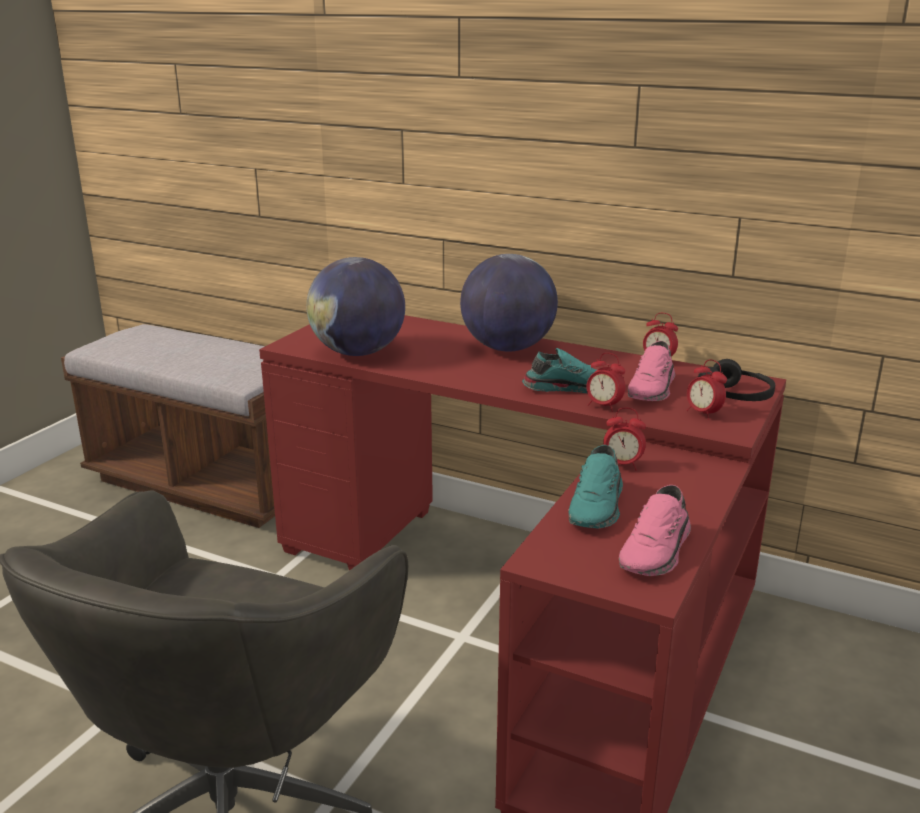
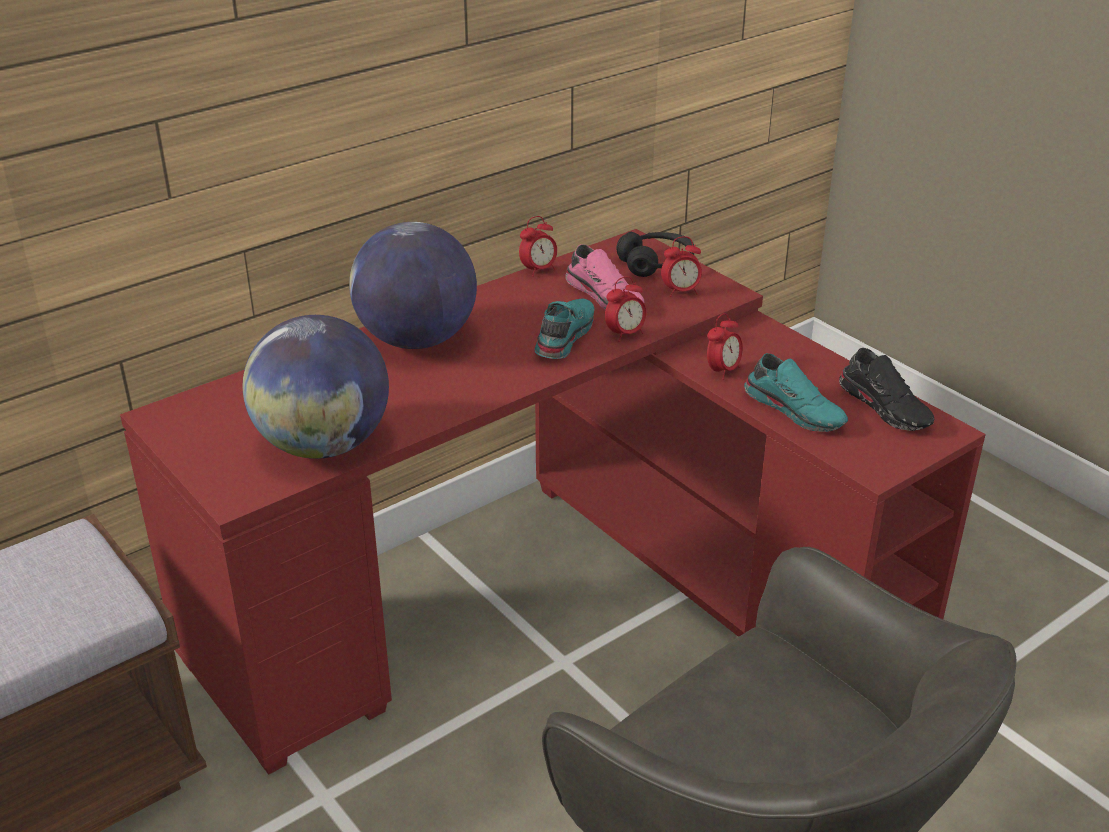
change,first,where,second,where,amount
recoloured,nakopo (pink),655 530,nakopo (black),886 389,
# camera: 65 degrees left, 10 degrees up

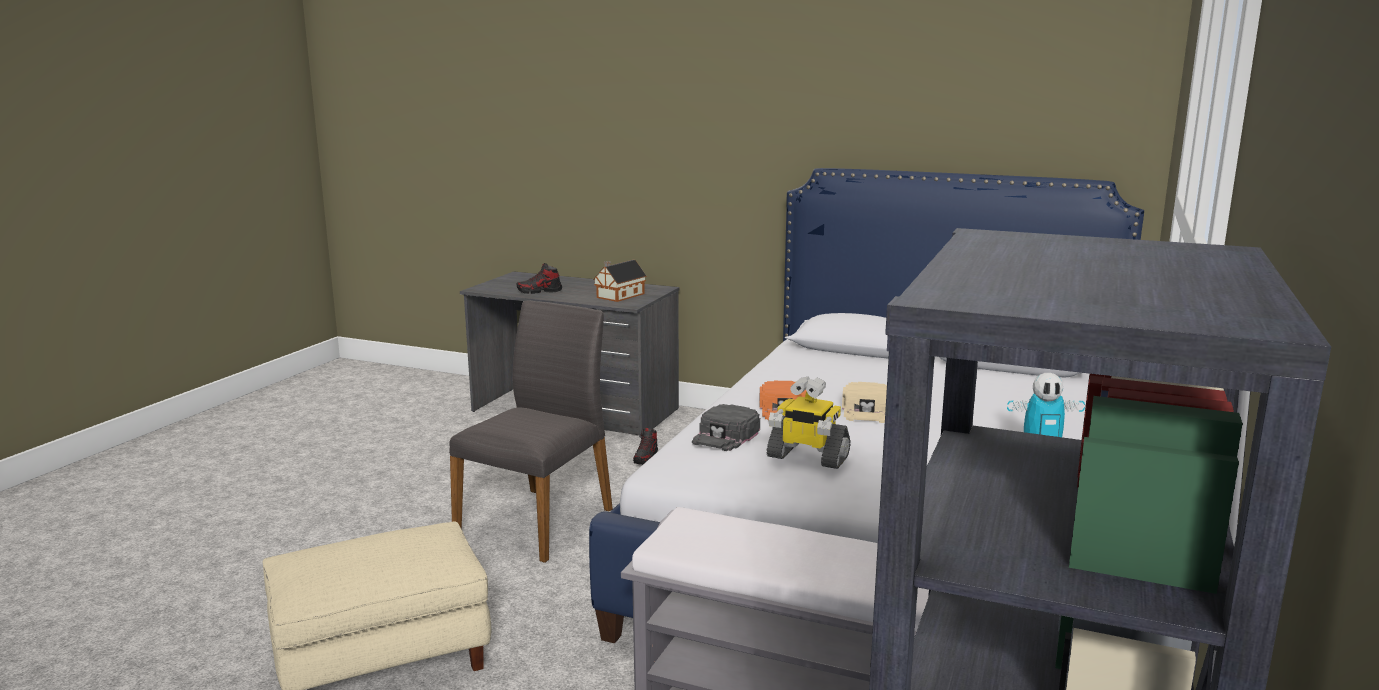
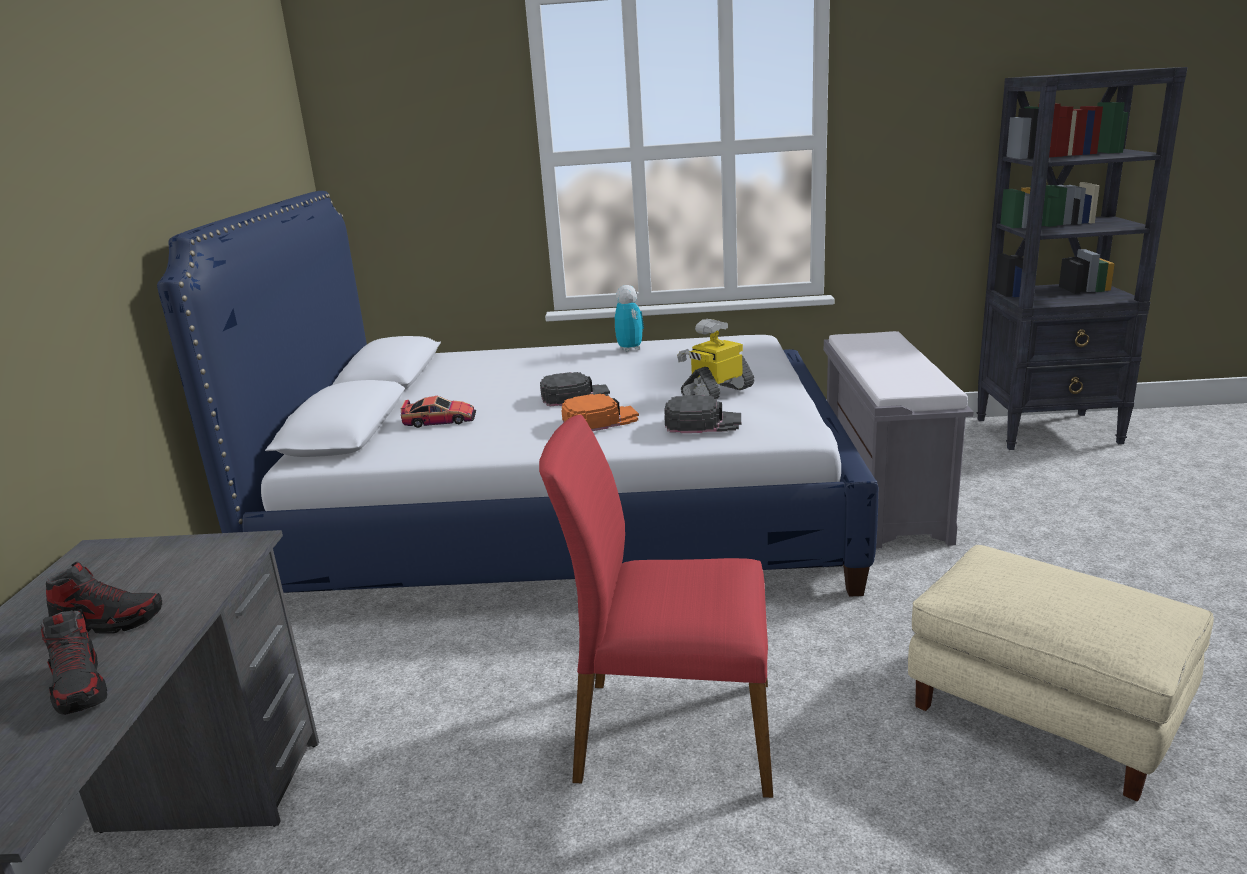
change,first,where,second,where,amount
removed,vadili,620 281,,,
recoloured,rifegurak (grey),531 431,rifegurak (red),656 606,
turned,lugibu,808 423,,716 359,135 degrees counterclockwise
recoloured,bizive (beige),864 402,bizive (black),575 389,
moved,nakopo,645 446,,104 598,
added,,,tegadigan,438 412,
# camera: 110 degrees left, 5 degrees up

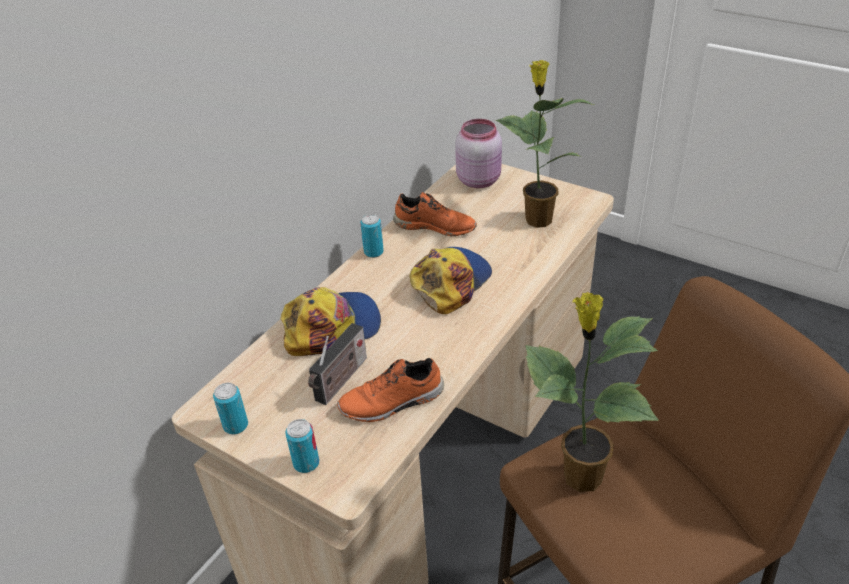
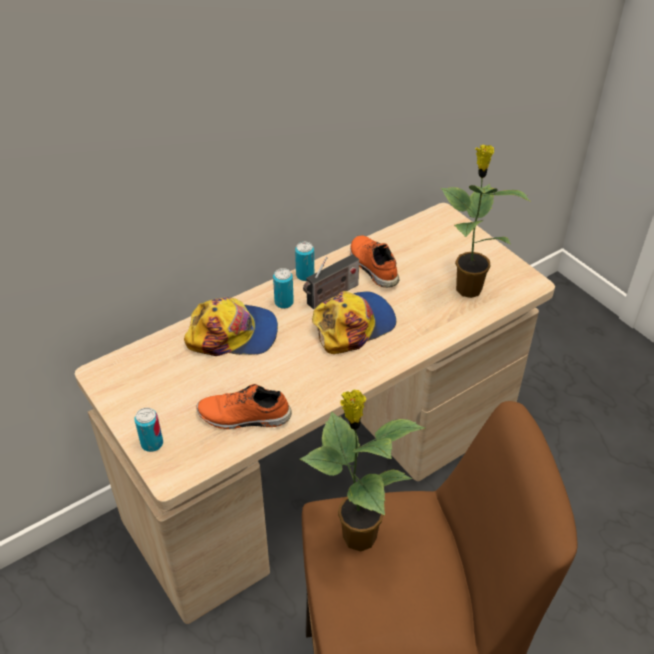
change,first,where,second,where,amount
removed,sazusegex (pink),478 153,,,
turned,nakopo (orange),435 214,,375 261,150 degrees counterclockwise
moved,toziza,337 364,,331 281,
moved,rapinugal,230 409,,283 288,
# camera: 20 degrees right, 5 degrees up

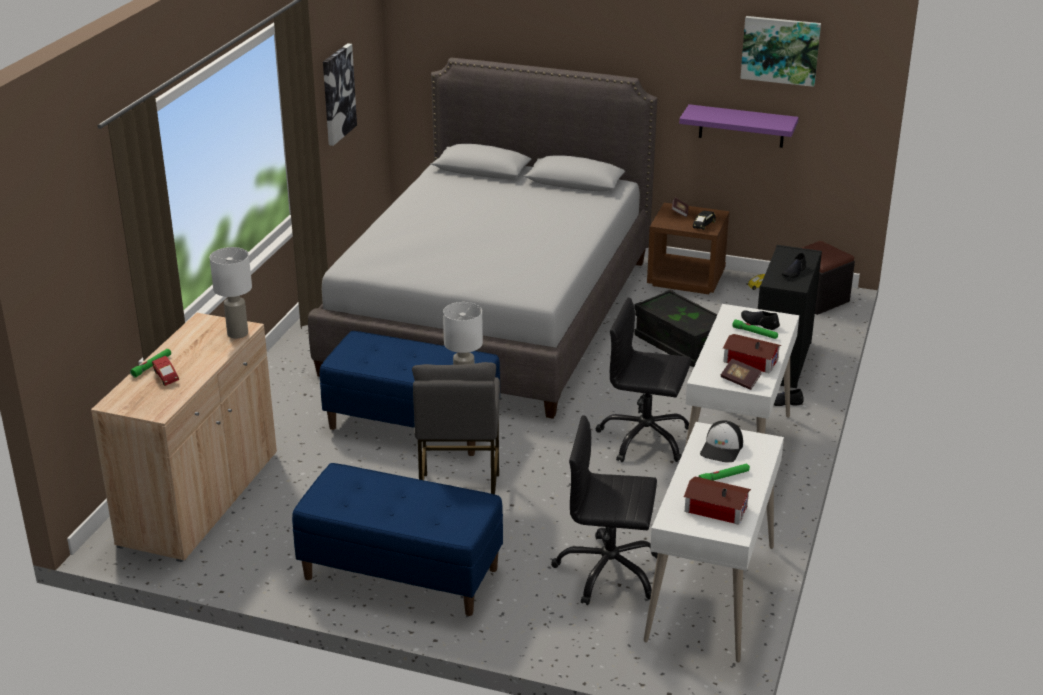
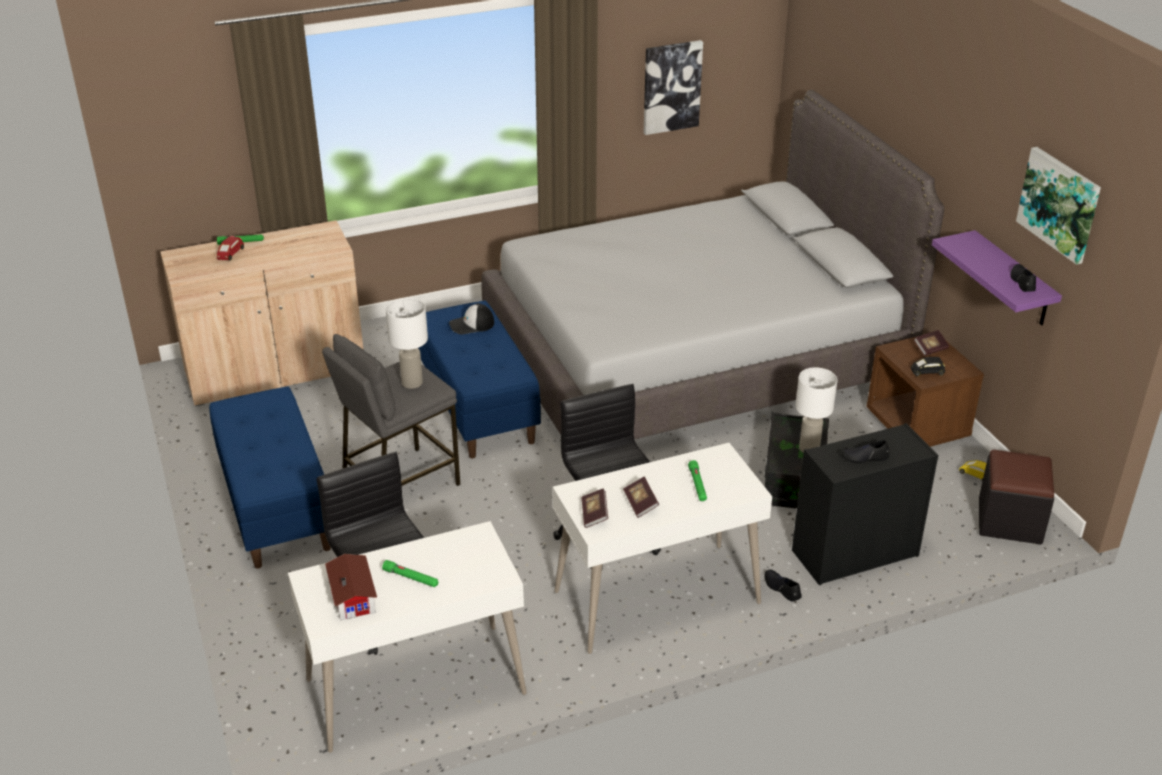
change,first,where,second,where,amount
moved,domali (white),230 292,,816 410,
moved,nakopo (black),760 320,,1023 278,
replaced,vadili,752 353,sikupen,641 497,
moved,bizive,721 441,,471 318,
# camera: 50 degrees right, 5 degrees up

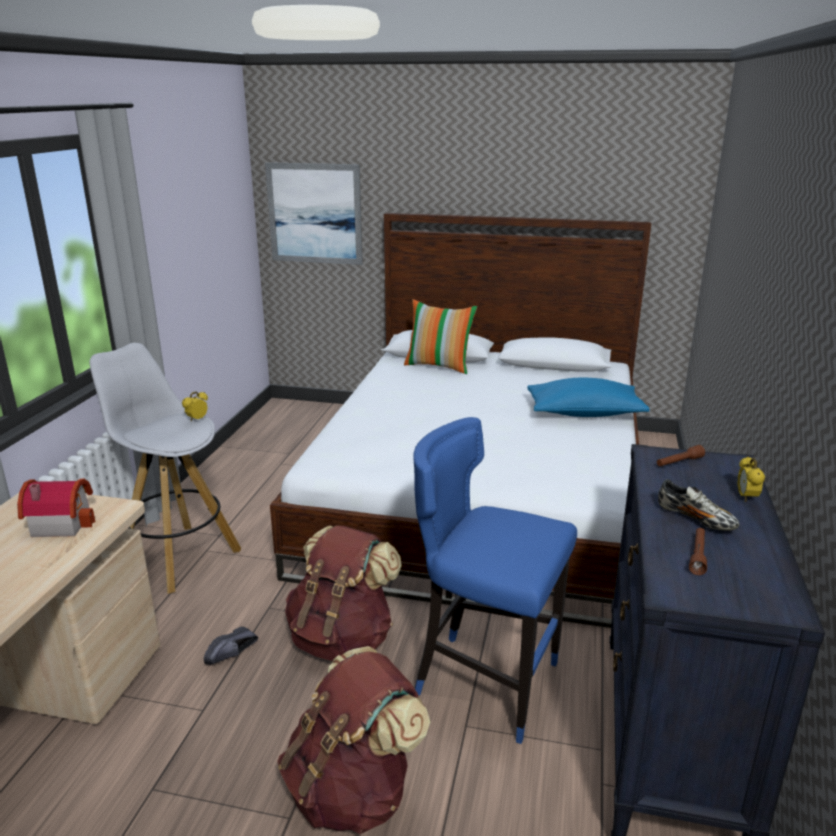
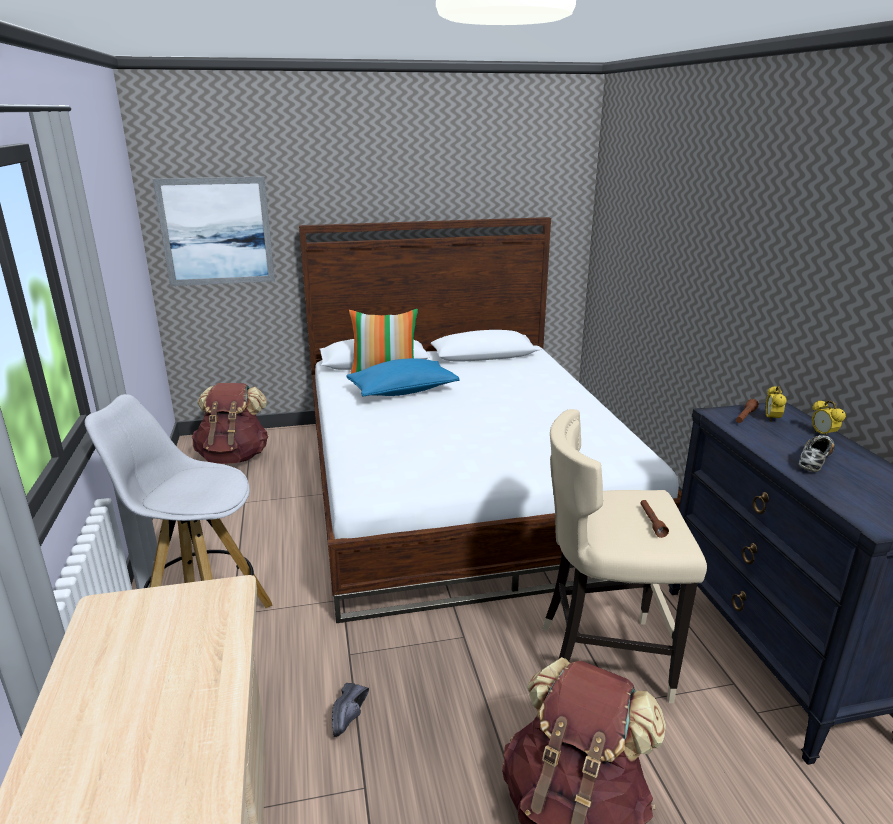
change,first,where,second,where,amount
moved,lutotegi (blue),588 397,,402 377,
moved,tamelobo,195 406,,776 404,
recoloured,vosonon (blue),495 580,vosonon (beige),624 556,
removed,vadili,56 508,,,
turned,nakopo,698 505,,817 453,75 degrees counterclockwise
moved,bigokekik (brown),343 593,,230 423,
moved,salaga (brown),698 551,,654 519,
# camera: 25 degrees left, 0 degrees up

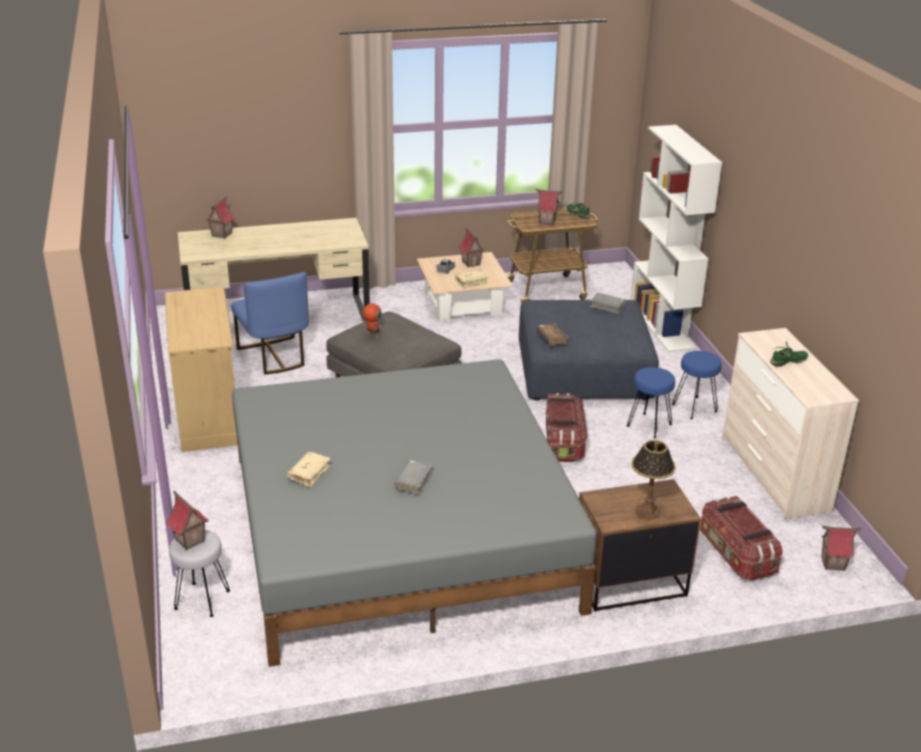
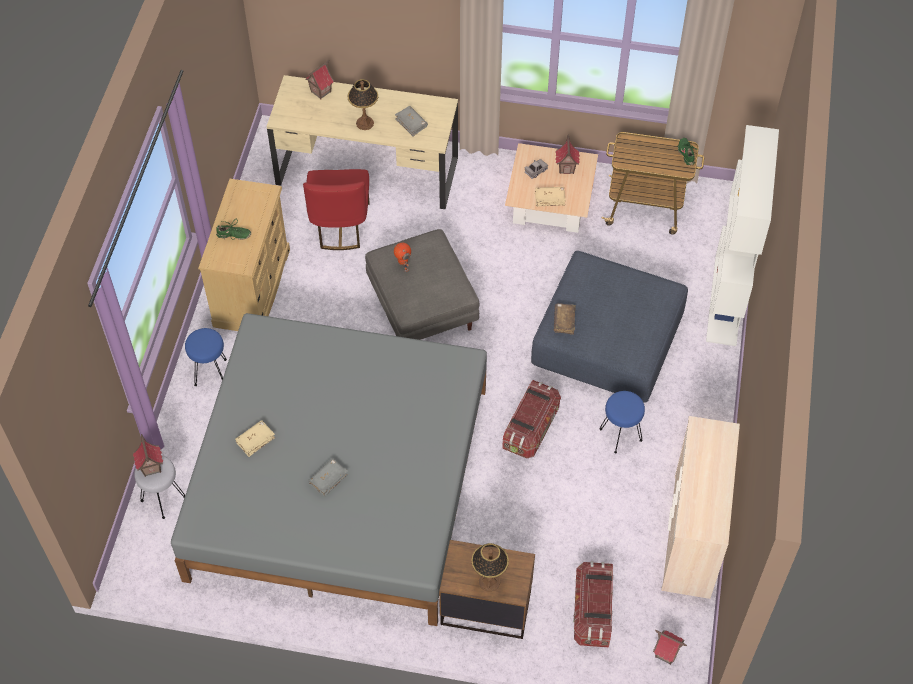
change,first,where,second,where,amount
removed,vadili,549 207,,,
recoloured,rifegurak (blue),270 323,rifegurak (red),336 209,
moved,sikupen (grey),607 303,,411 121,
moved,nakopo (green),789 354,,233 229,
moved,vosonon (blue),697 385,,206 357,
added,,,domali,362 104,
# camera: 25 degrees right, 25 degrees up

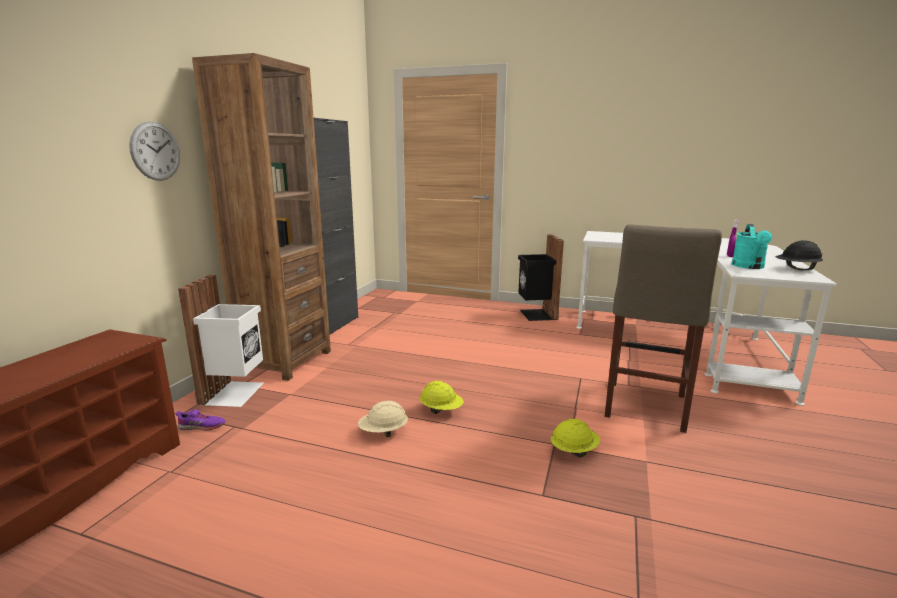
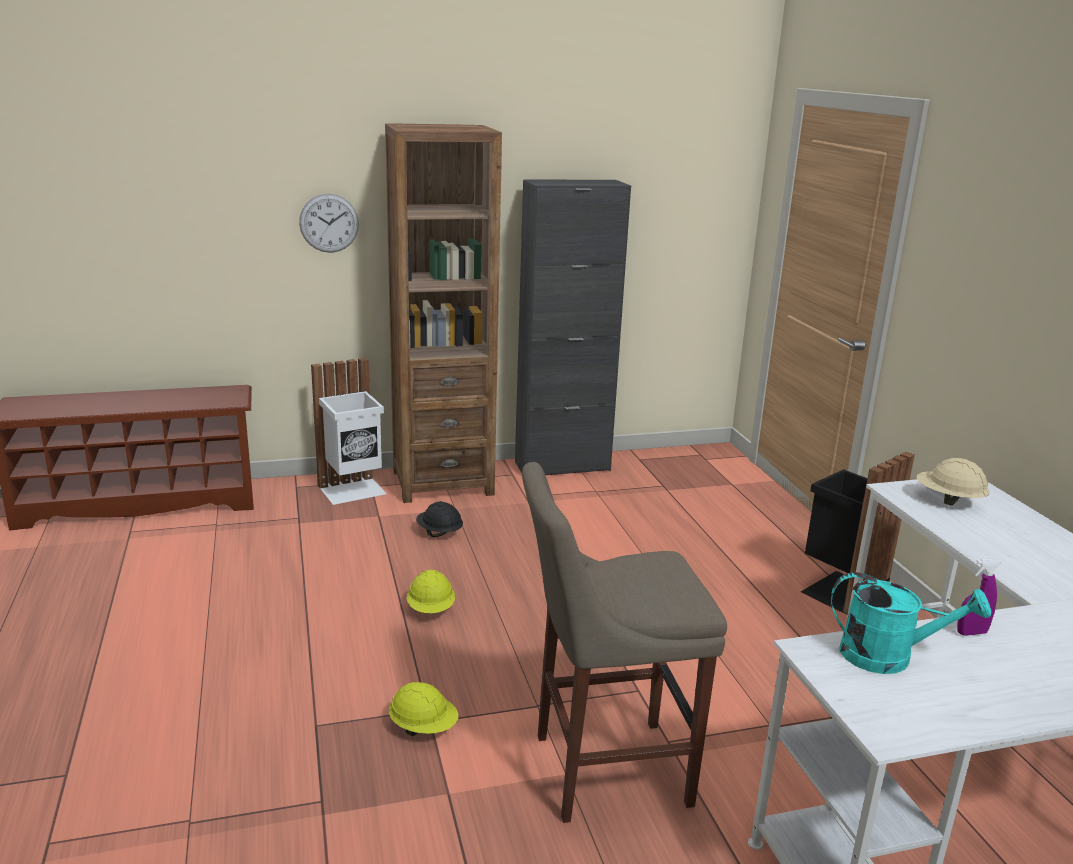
change,first,where,second,where,amount
turned,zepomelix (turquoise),751 246,,911 623,150 degrees counterclockwise
moved,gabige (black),799 255,,439 519,
moved,gabige (beige),383 419,,953 482,
removed,nakopo (purple),201 420,,,
# camera: 55 degrees right, 5 degrees up

